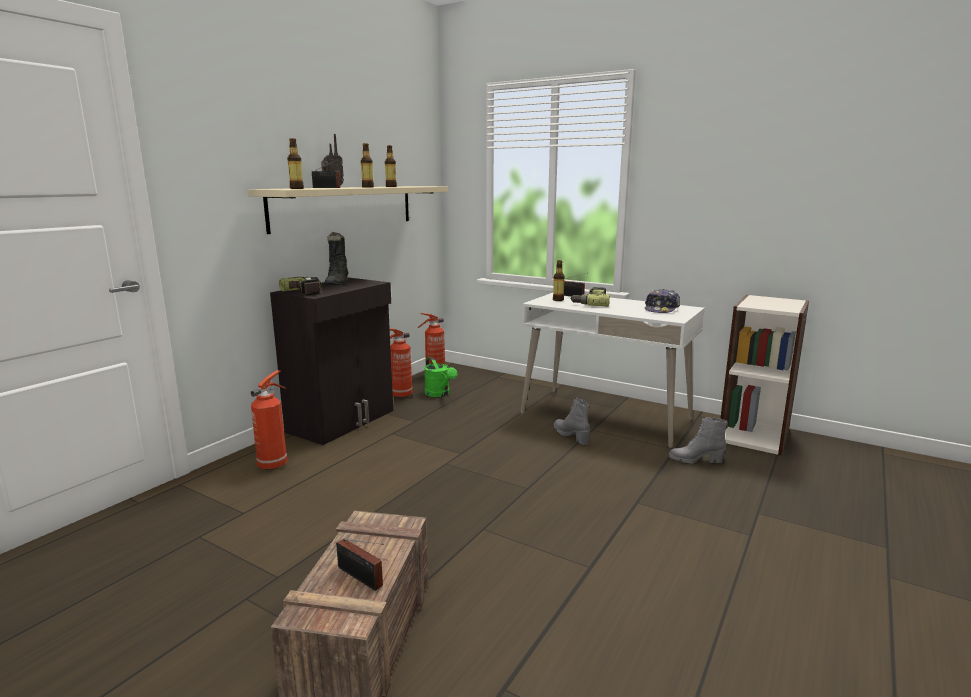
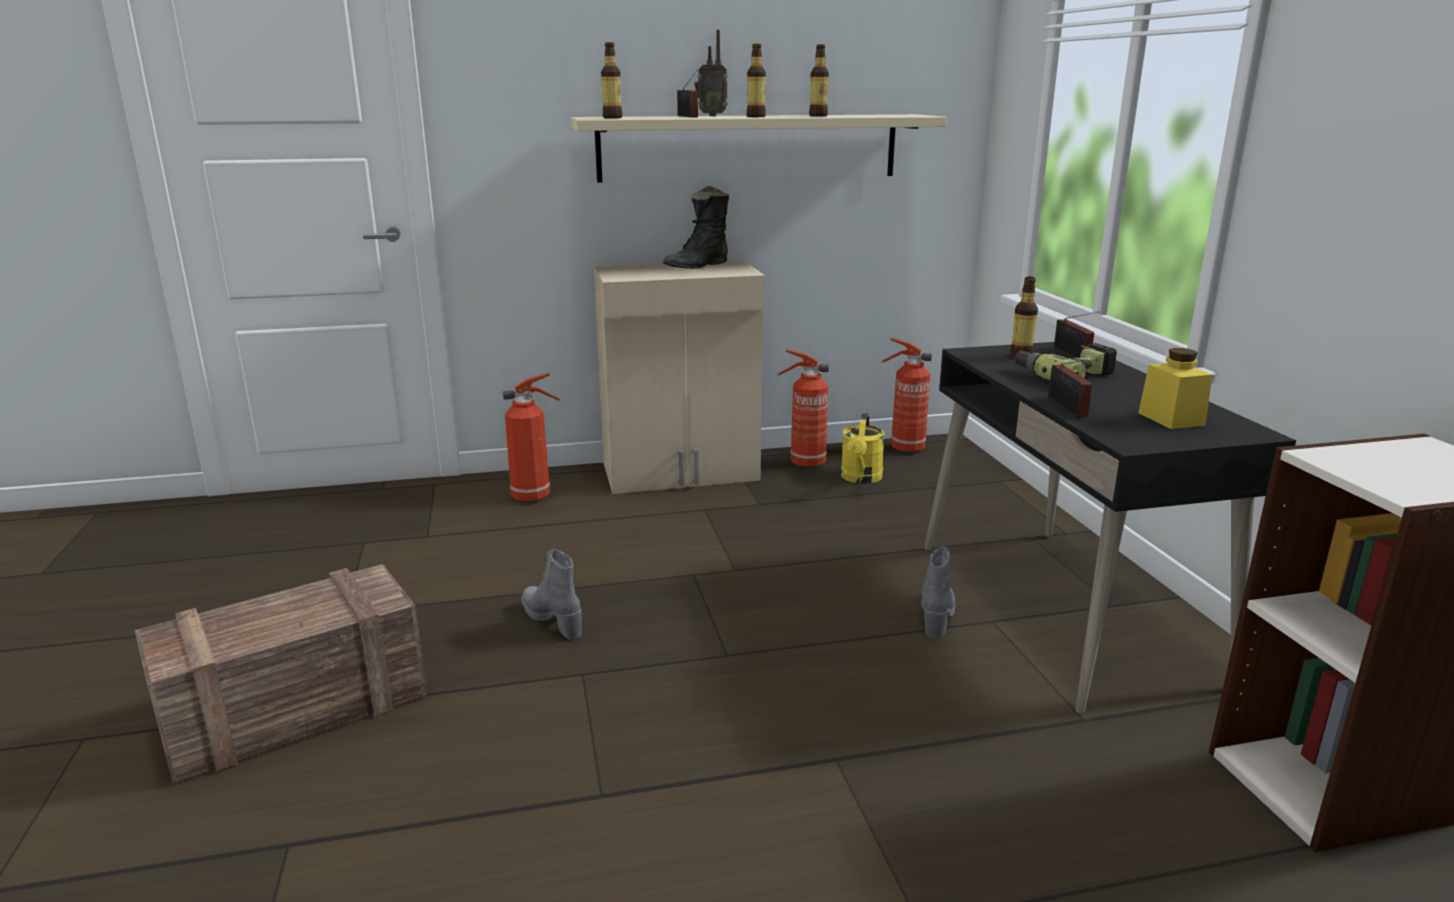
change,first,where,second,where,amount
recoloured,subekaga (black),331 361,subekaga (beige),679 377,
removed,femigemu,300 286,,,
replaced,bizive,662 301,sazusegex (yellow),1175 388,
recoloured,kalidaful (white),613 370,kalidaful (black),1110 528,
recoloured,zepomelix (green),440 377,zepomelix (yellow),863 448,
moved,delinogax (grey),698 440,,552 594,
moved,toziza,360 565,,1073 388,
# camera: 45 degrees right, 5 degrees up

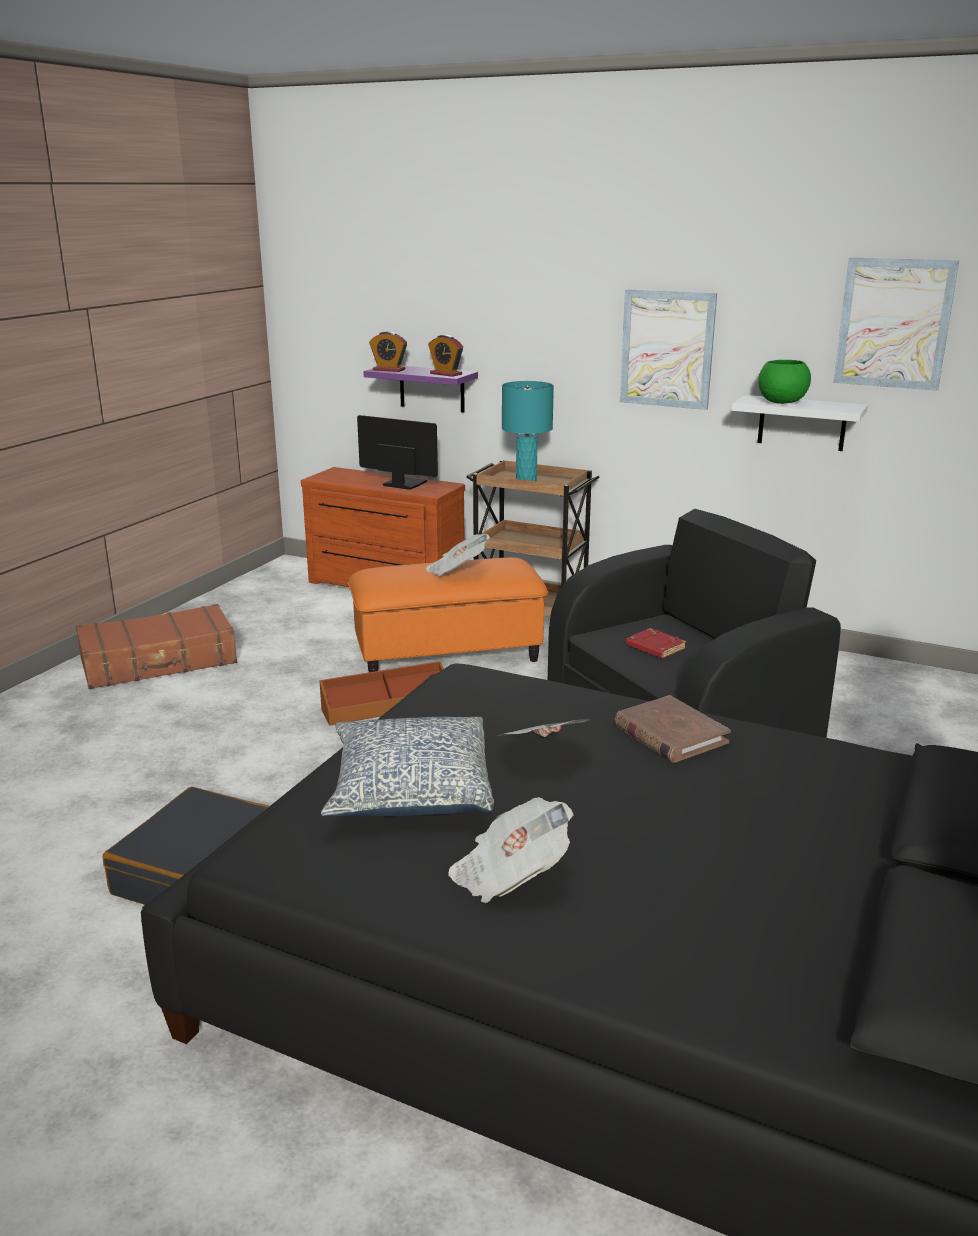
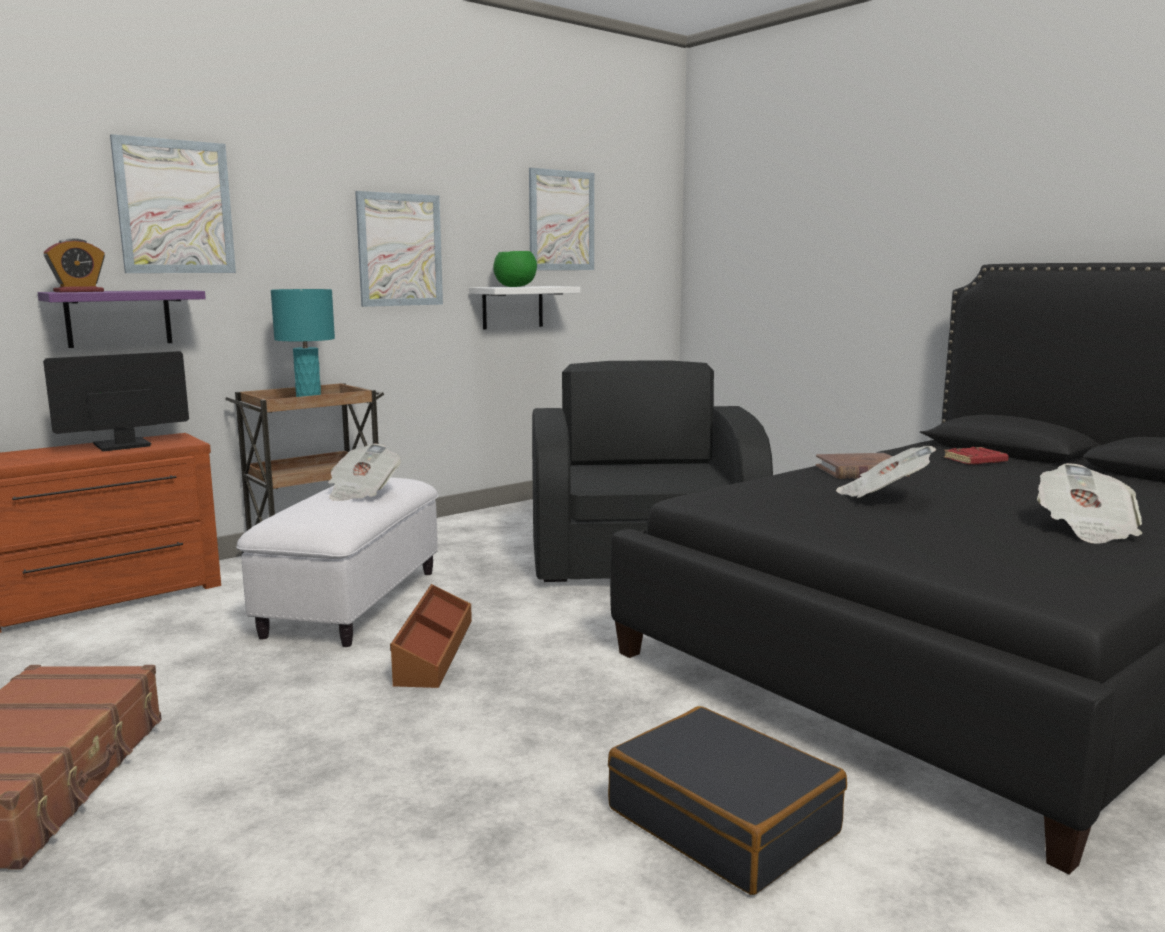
change,first,where,second,where,amount
removed,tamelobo,445 356,,,
recoloured,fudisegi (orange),448 614,fudisegi (white),337 562,
moved,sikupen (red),656 643,,976 456,
removed,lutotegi,407 767,,,
added,,,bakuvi,173 203,
# camera: 65 degrees left, 10 degrees down

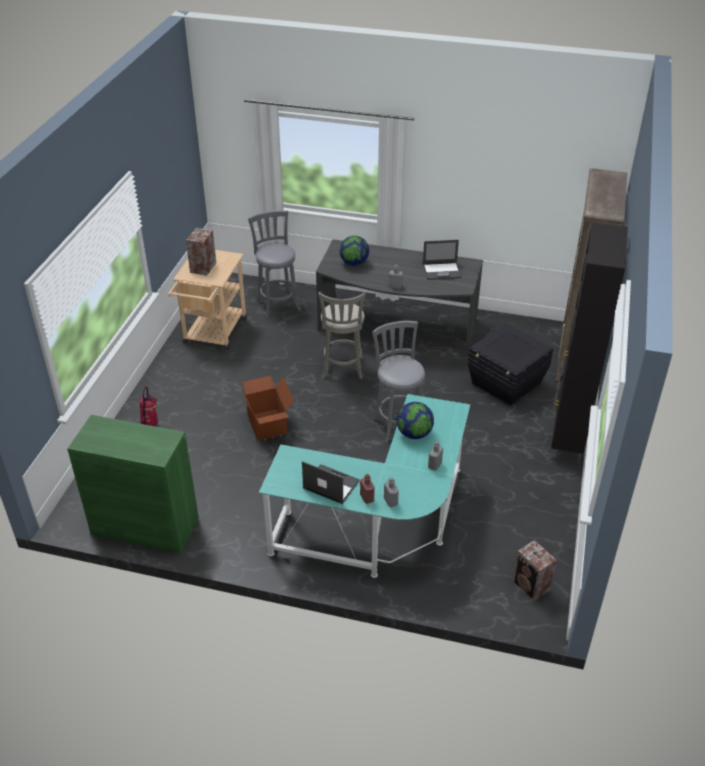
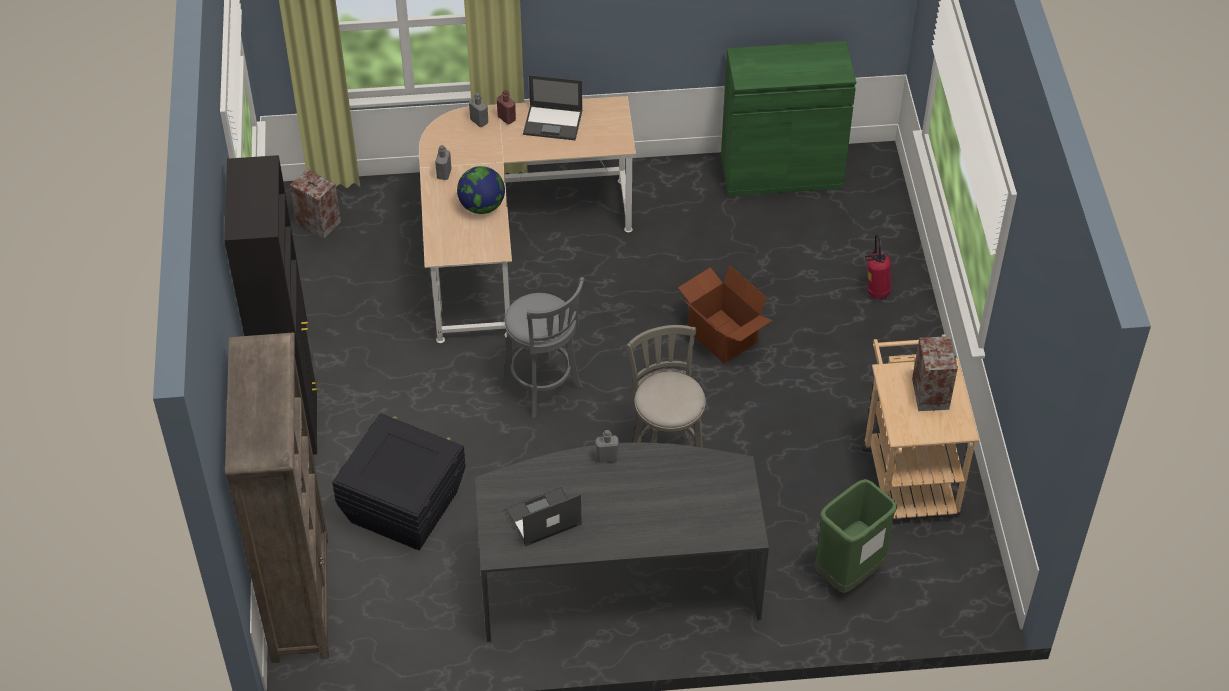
change,first,where,second,where,amount
replaced,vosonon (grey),274 264,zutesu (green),856 536,
removed,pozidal,354 251,,,
recoloured,kalidaful (turquoise),364 486,kalidaful (beige),527 219,
# camera: 160 degrees right, 10 degrees up

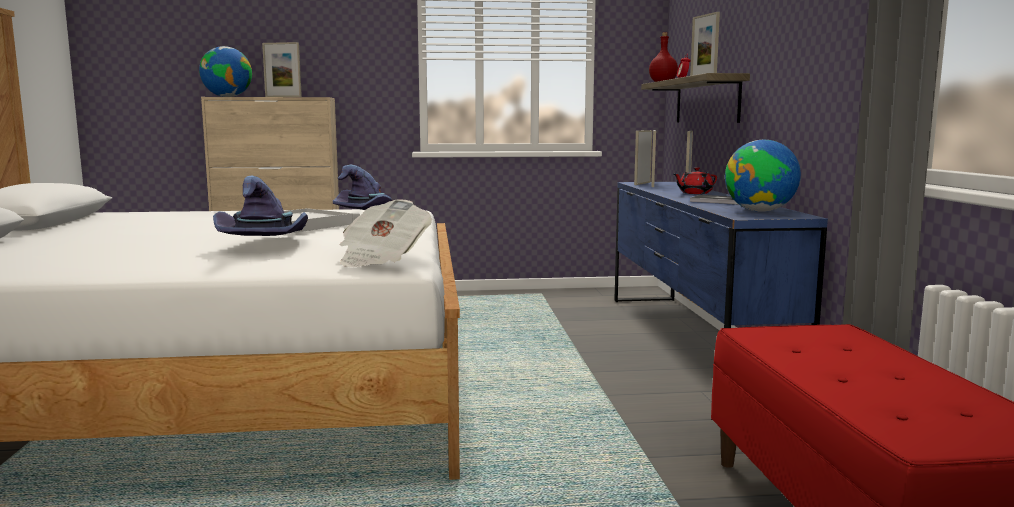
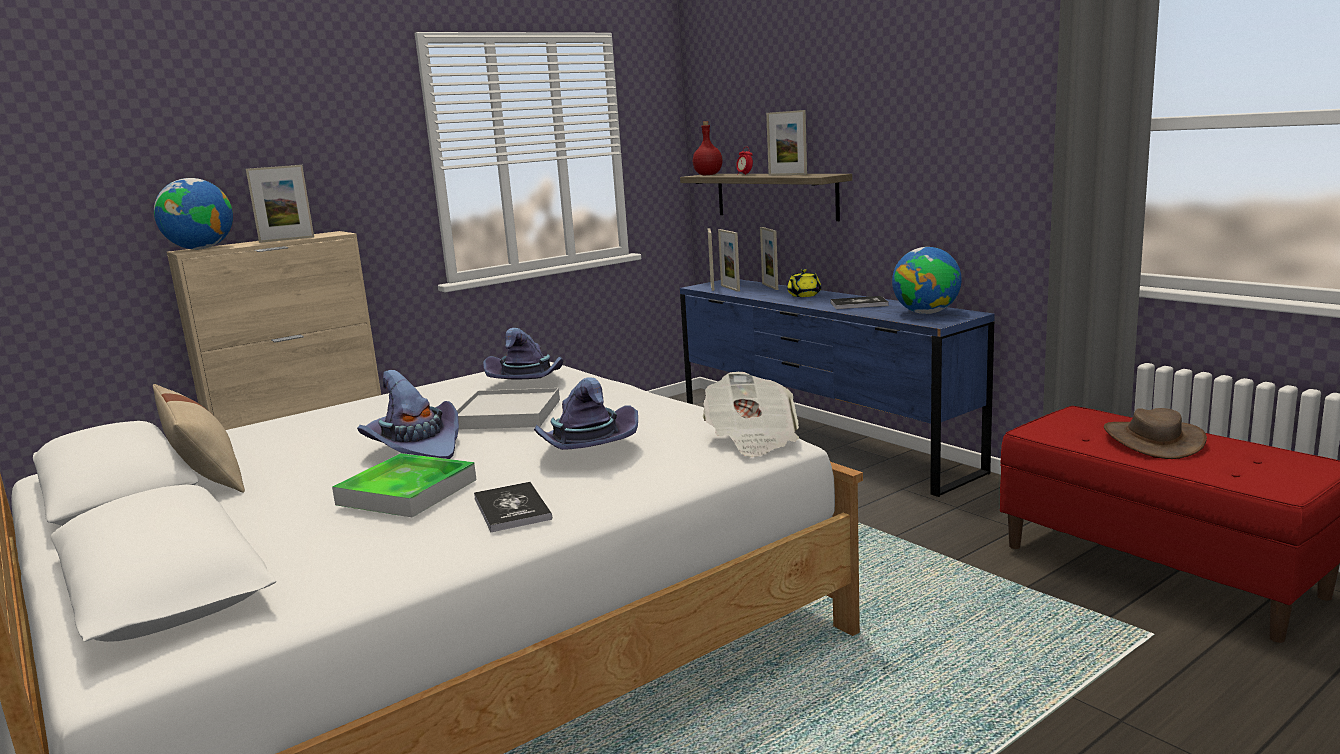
change,first,where,second,where,amount
recoloured,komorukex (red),695 180,komorukex (yellow),804 283,
added,,,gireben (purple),408 414,
added,,,lutotegi (beige),199 438,
added,,,gireben (brown),1155 433,
added,,,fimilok,404 485,
added,,,sikupen,513 507,
# camera: 30 degrees left, 5 degrees up

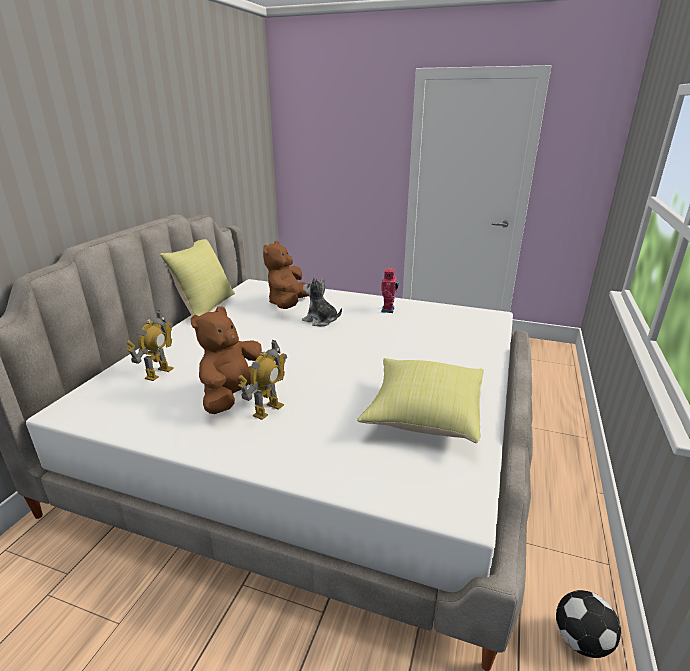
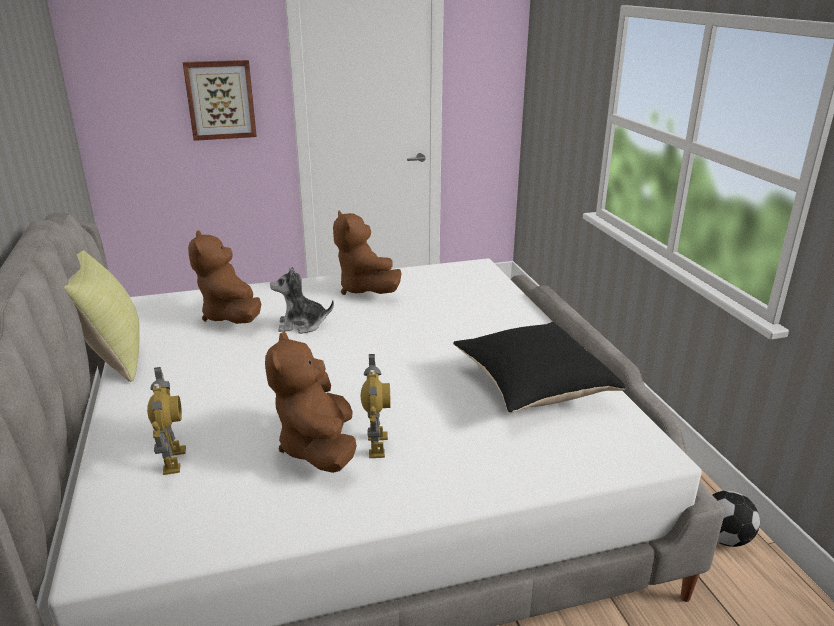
change,first,where,second,where,amount
replaced,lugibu,390 290,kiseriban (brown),367 252,
recoloured,lutotegi (yellow),420 400,lutotegi (black),539 367,
added,,,bakuvi,220 100,
# camera: 35 degrees left, 0 degrees up

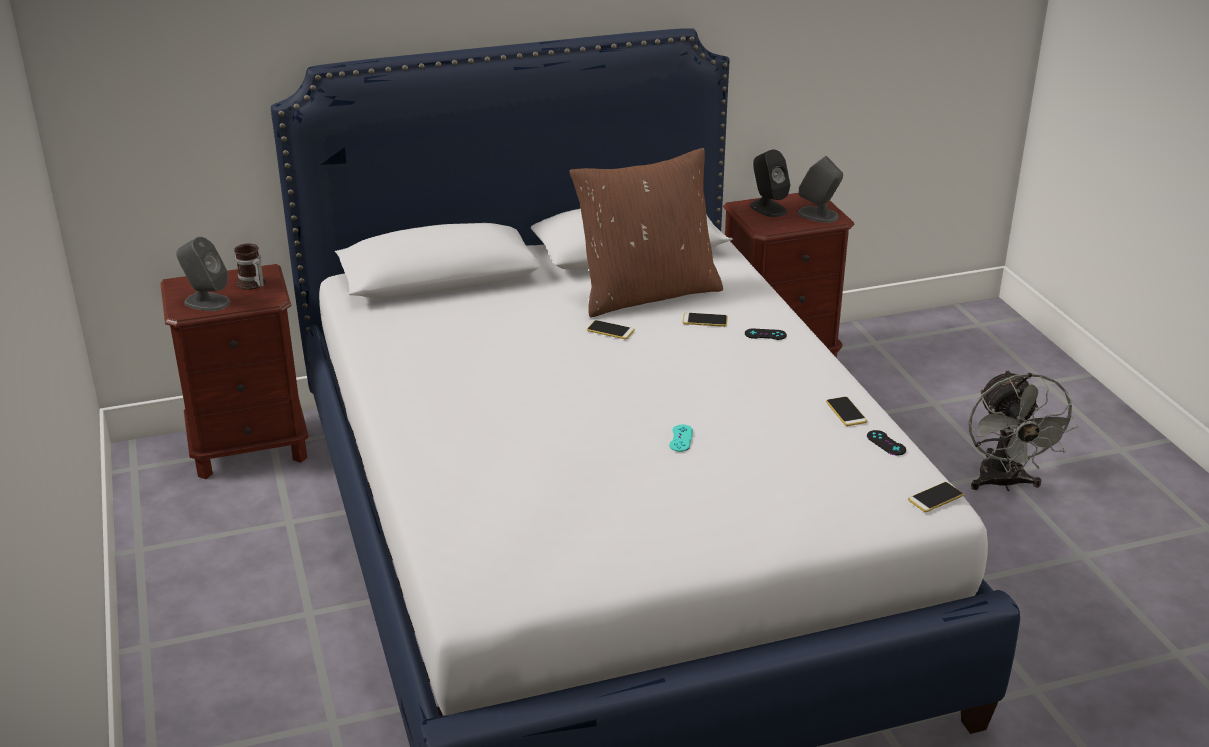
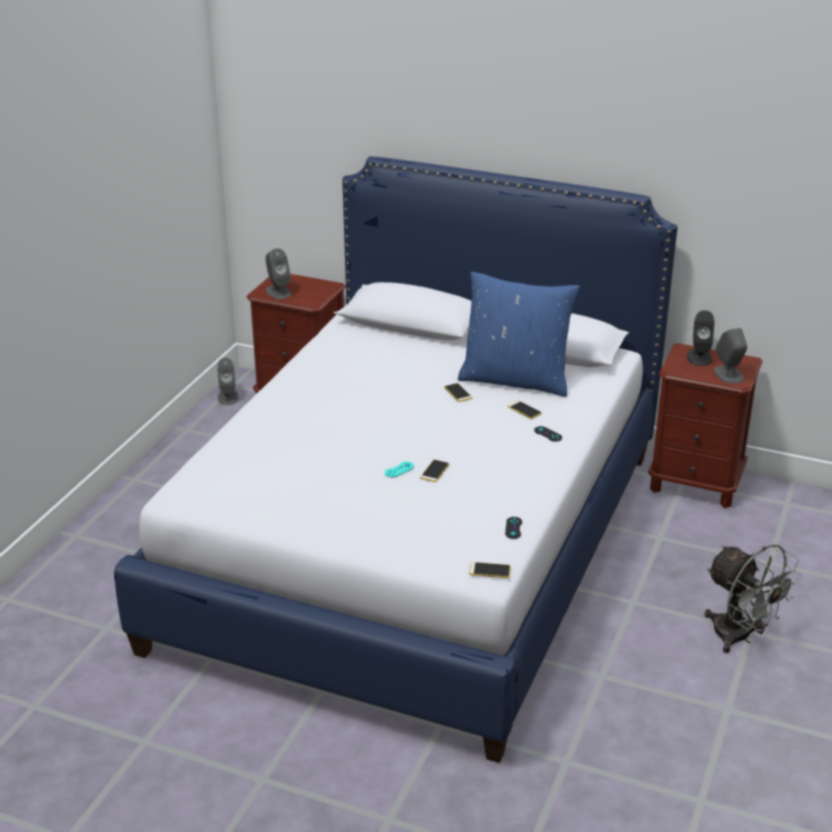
change,first,where,second,where,amount
recoloured,lutotegi (brown),646 232,lutotegi (blue),519 334,
removed,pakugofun,250 266,,,
turned,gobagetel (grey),1023 430,,752 598,75 degrees counterclockwise
moved,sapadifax,846 411,,434 471,
added,,,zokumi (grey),228 381,
# camera: 40 degrees right, 0 degrees up

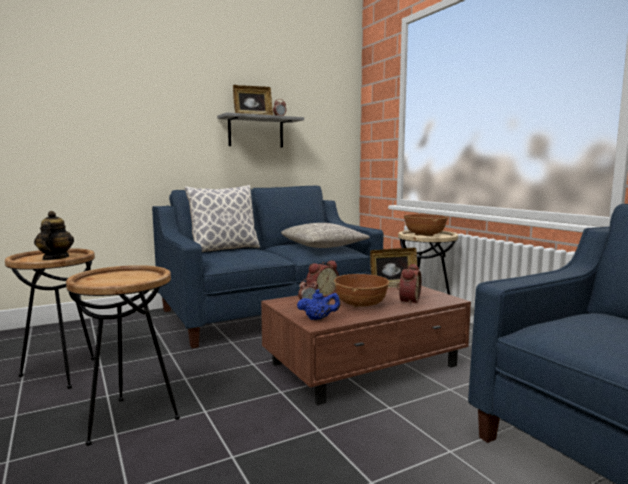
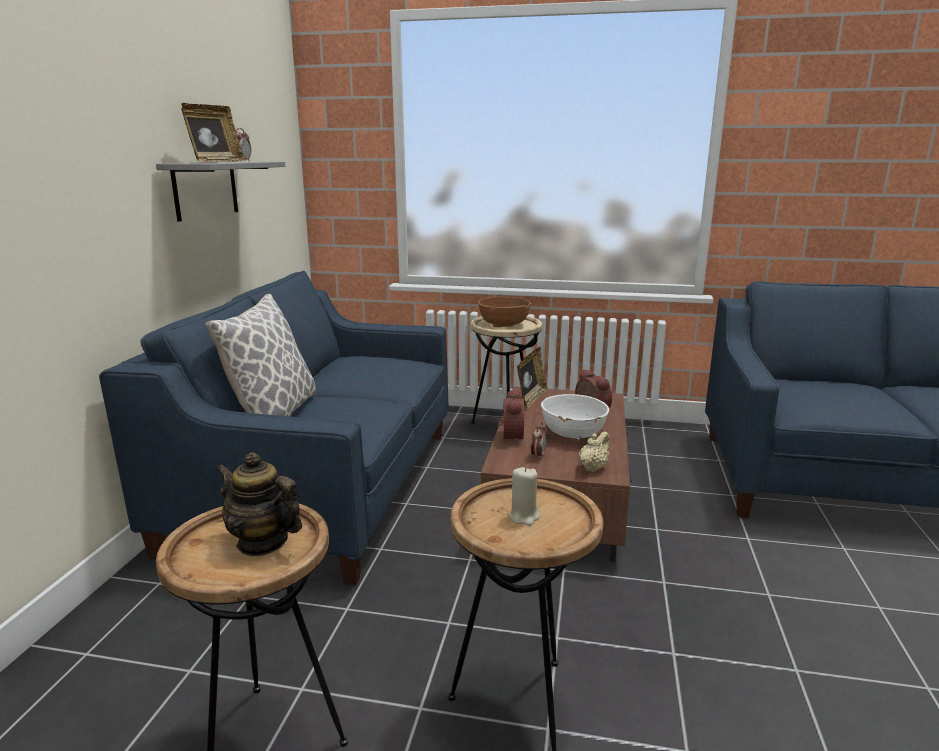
change,first,where,second,where,amount
removed,lutotegi (grey),325 235,,,
recoloured,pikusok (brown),361 291,pikusok (white),575 417,
recoloured,komorukex (blue),319 304,komorukex (beige),594 451,
added,,,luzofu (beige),524 496,
# camera: 50 degrees left, 10 degrees up

